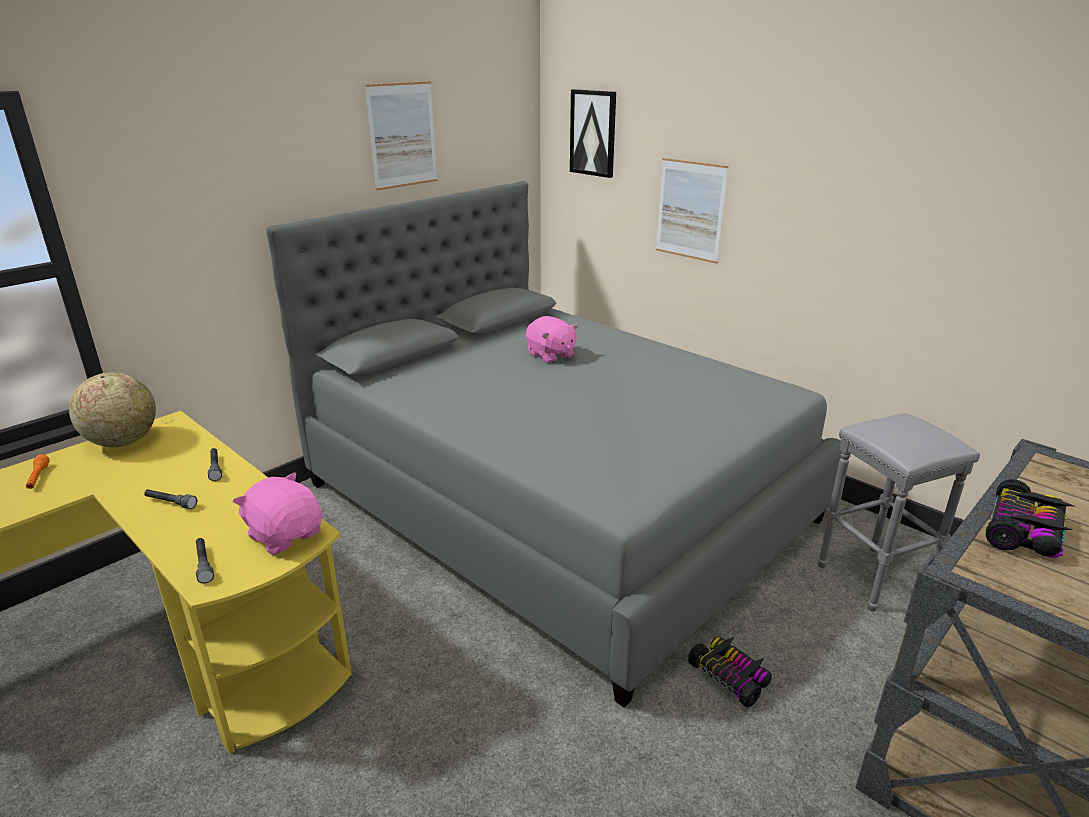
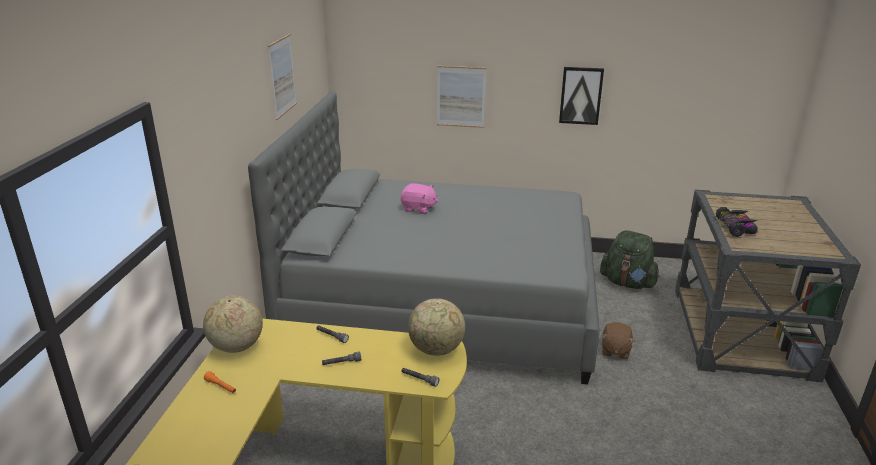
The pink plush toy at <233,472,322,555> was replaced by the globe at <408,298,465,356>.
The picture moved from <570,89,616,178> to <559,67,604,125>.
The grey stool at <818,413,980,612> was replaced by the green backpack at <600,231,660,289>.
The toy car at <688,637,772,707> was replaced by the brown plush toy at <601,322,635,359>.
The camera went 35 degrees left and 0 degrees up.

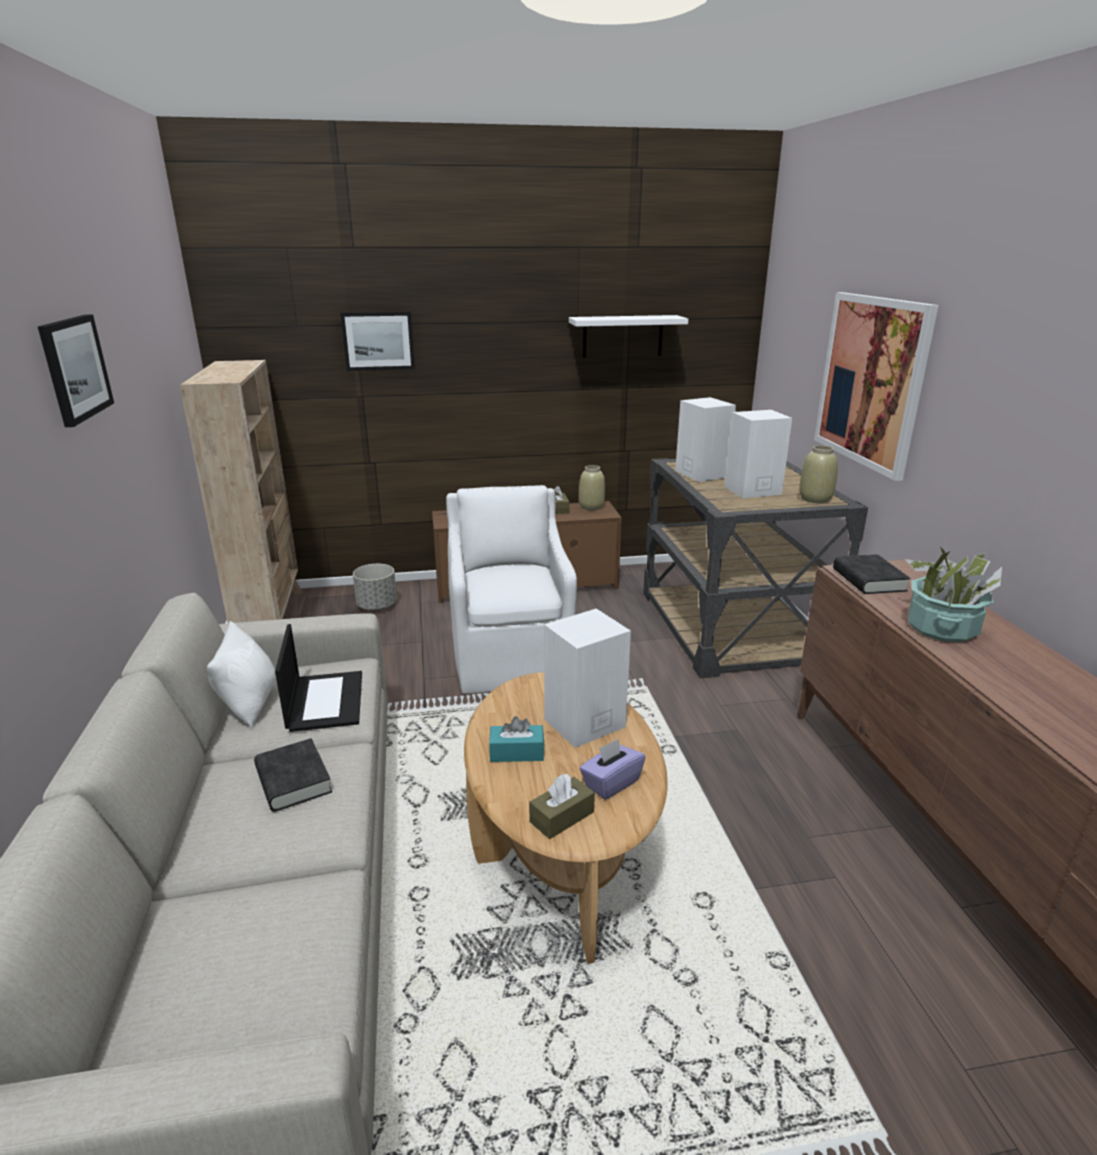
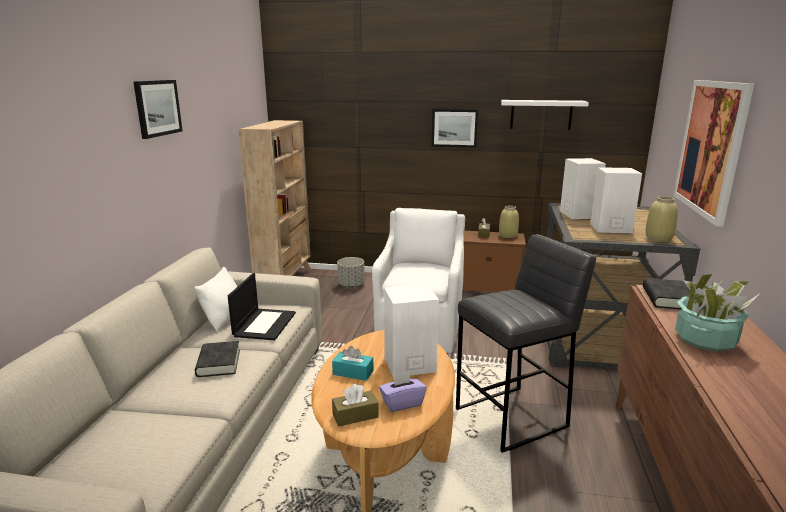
The picture moved from <340,311,415,371> to <432,109,478,148>.
The grey stool at <456,234,596,453> appeared.
The camera went 20 degrees right and 5 degrees down.

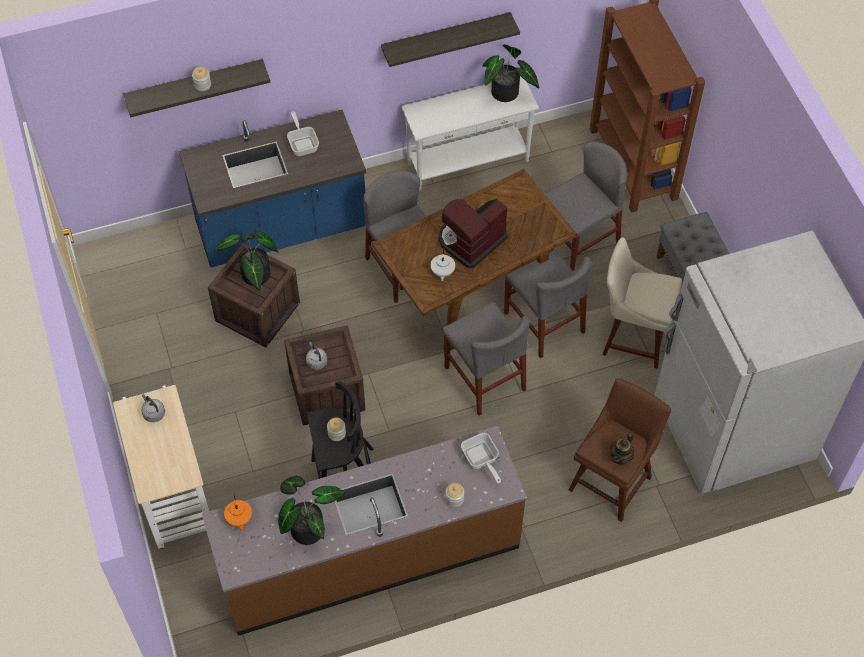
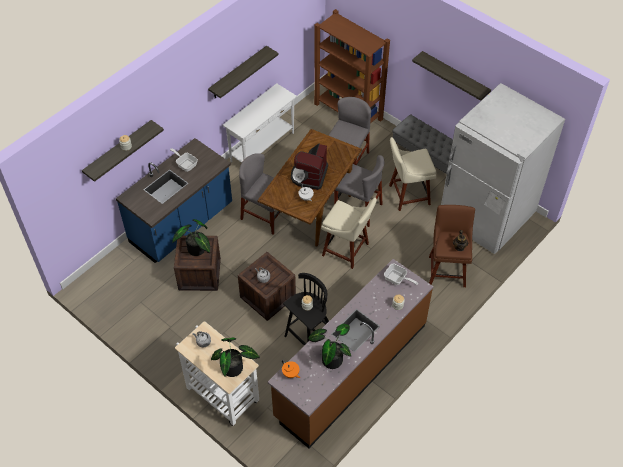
The potted plant moved from <482,44,539,102> to <211,337,260,377>.
The grey chair at <443,302,529,416> was replaced by the beige stool at <321,198,377,269>.
The shelf at <412,51,491,101> appeared.
The camera went 30 degrees left and 5 degrees down.

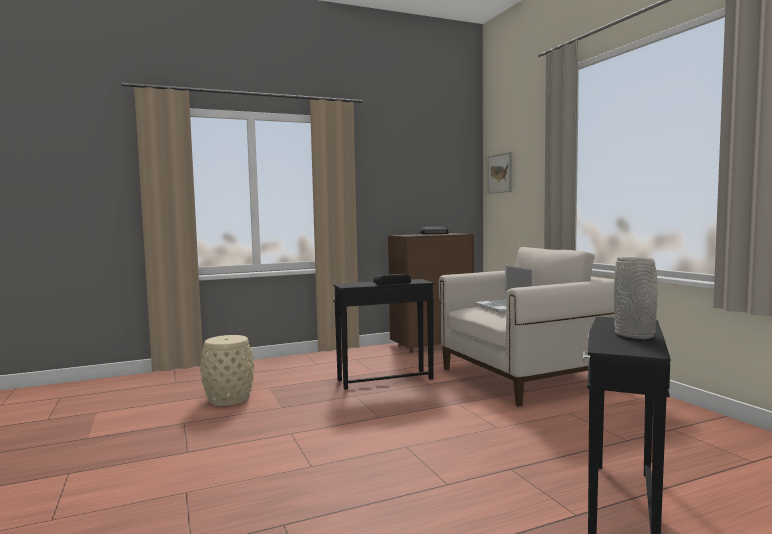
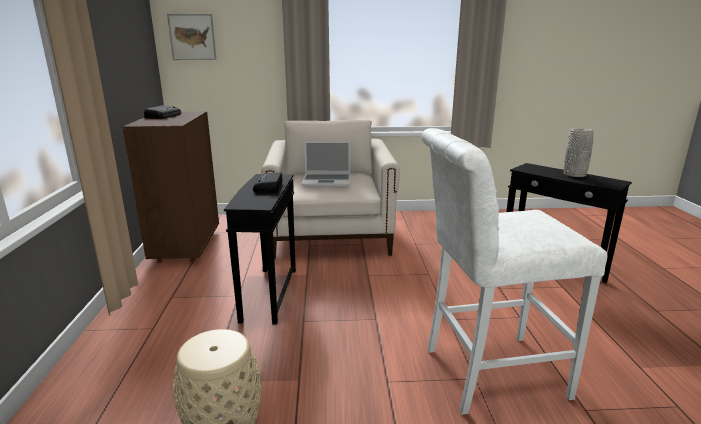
The white stool at <421,128,608,415> appeared.
The camera went 70 degrees left and 15 degrees up.

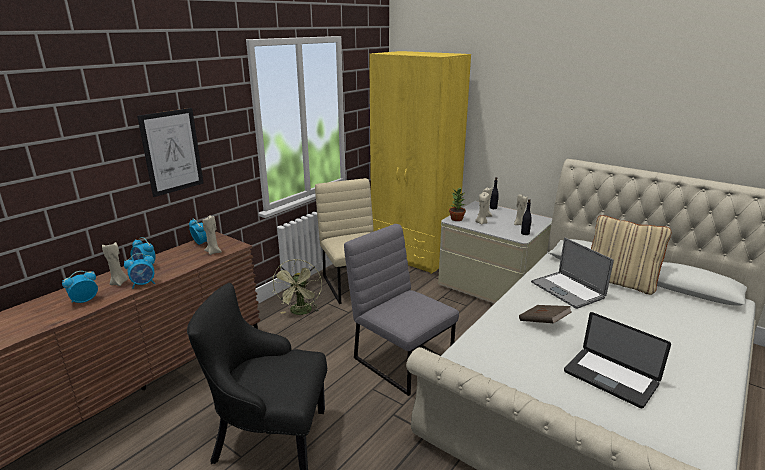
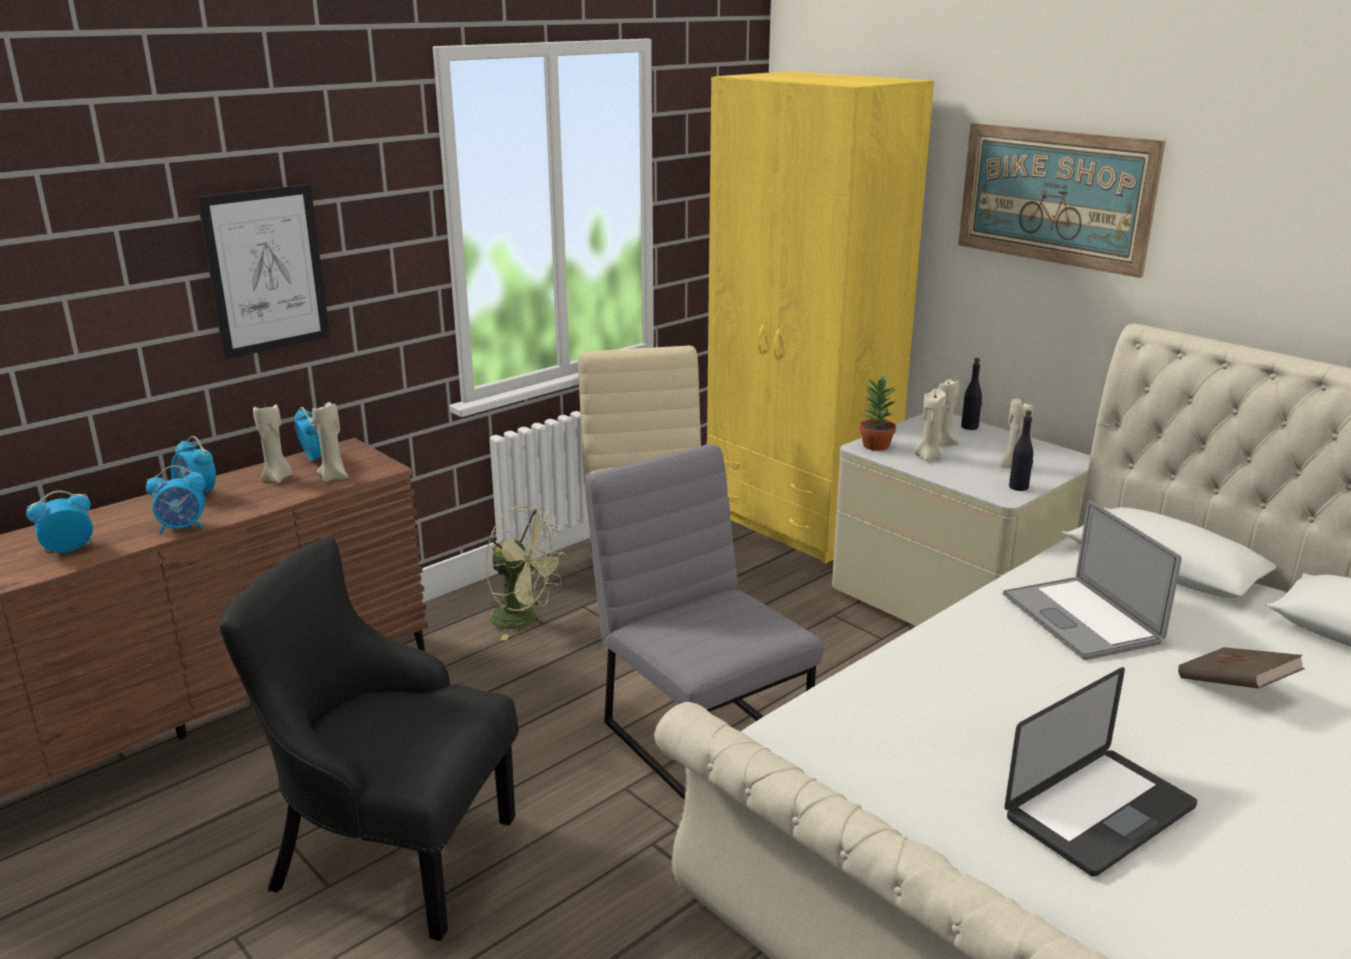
The beige candle moved from <102,242,128,286> to <253,404,292,483>.
The green fan at <272,259,322,315> turned 75 degrees counterclockwise.
The picture at <958,123,1166,278> appeared.
The laptop at <564,312,671,408> turned 90 degrees counterclockwise.
The brown book moved from <519,305,572,323> to <1178,647,1305,689>.
The beige pillow at <591,215,671,295> disappeared.
The camera went 10 degrees right and 0 degrees up.

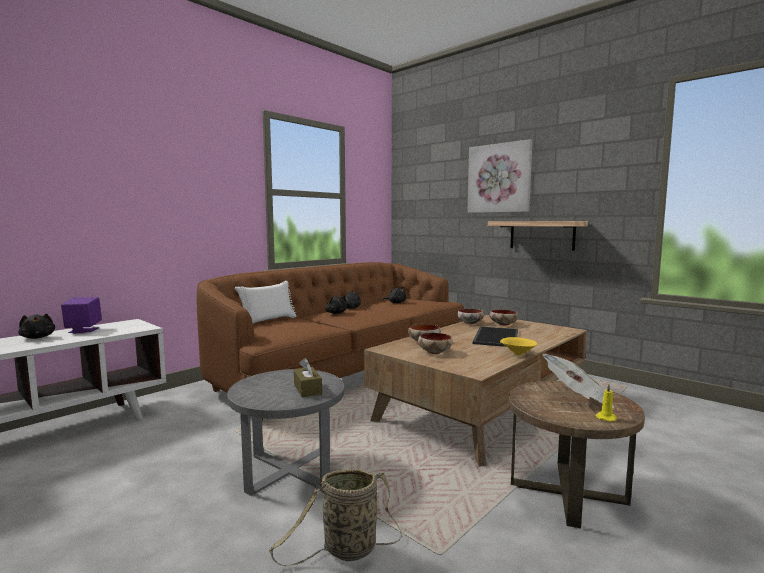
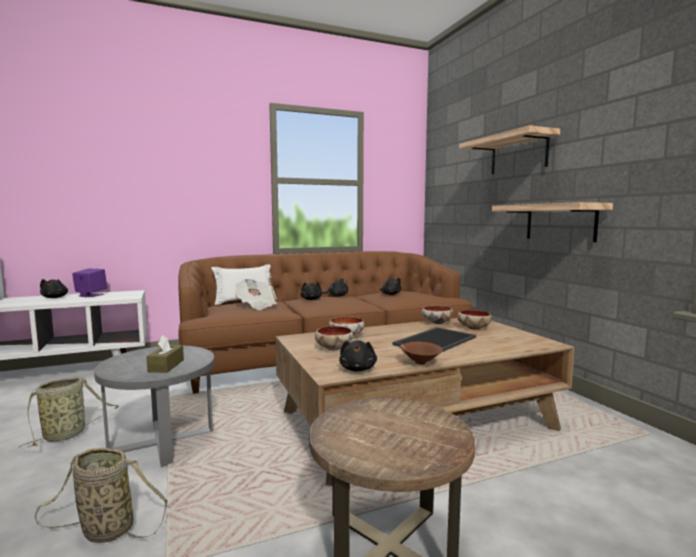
The basket at <19,377,119,448> appeared.
The newspaper moved from <542,354,614,408> to <235,279,277,310>.
The black plush toy at <339,340,377,371> appeared.
The yellow bowl at <500,337,537,355> became the brown bowl at <399,342,443,365>.
The picture at <467,139,532,213> was replaced by the shelf at <459,125,560,174>.
The yellow candle at <596,384,617,422> disappeared.
The camera went 25 degrees right and 0 degrees up.

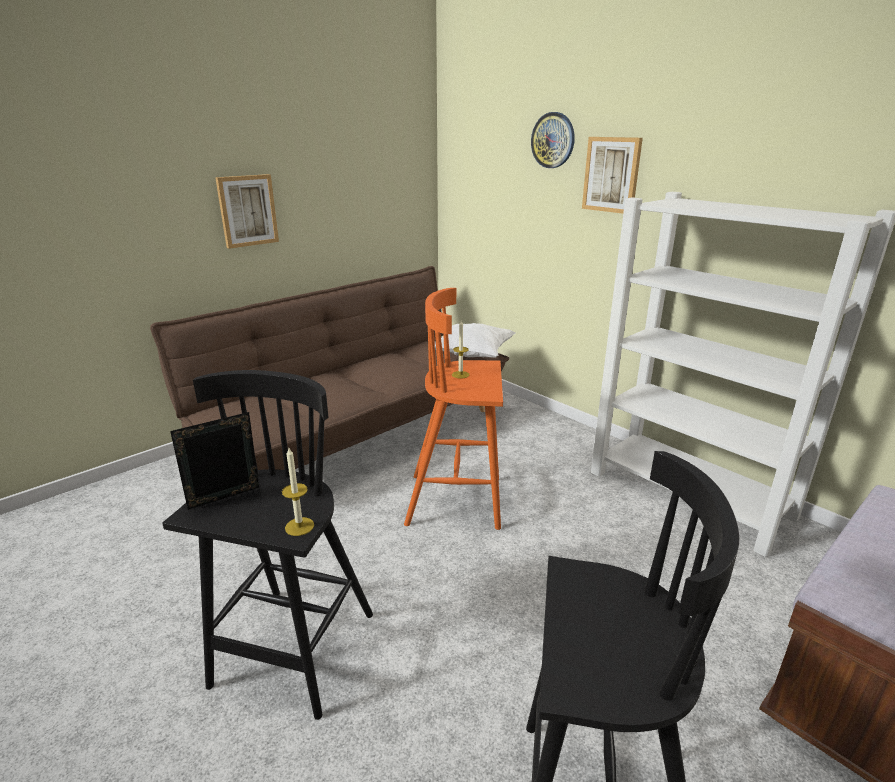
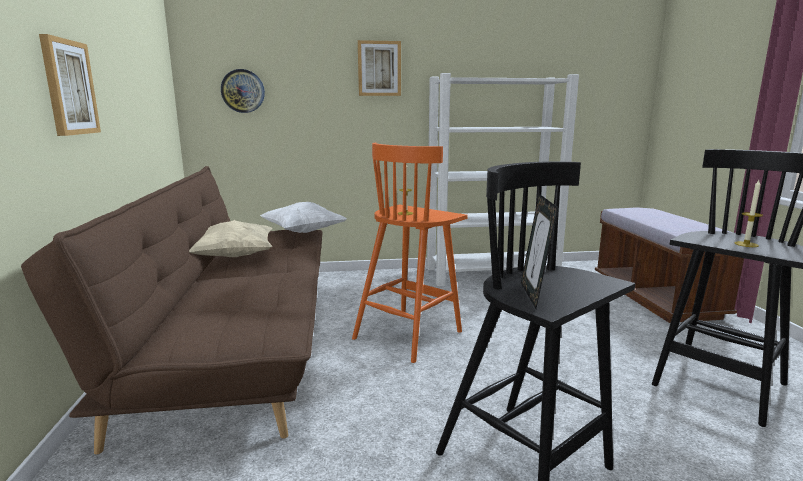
The beige pillow at <189,220,273,257> appeared.
The wall clock moved from <531,112,575,168> to <221,69,265,113>.
The candle moved from <282,448,314,536> to <734,180,763,247>.
The camera went 55 degrees left and 10 degrees down.

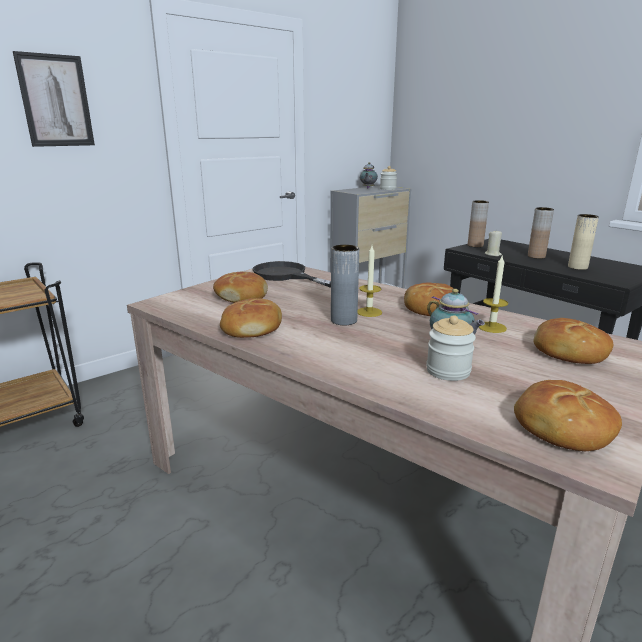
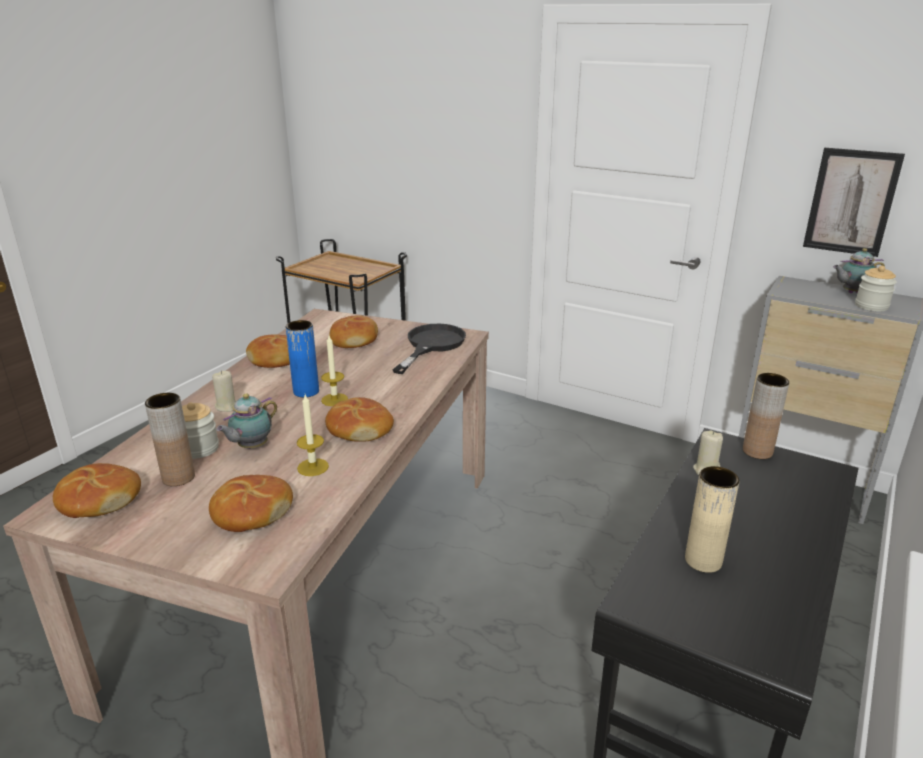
The brown vase moved from <528,207,554,259> to <145,393,195,486>.
The beige candle at <212,371,236,412> appeared.
The grey vase at <331,245,359,325> became the blue vase at <286,320,319,397>.
The picture moved from <13,51,95,147> to <803,148,905,257>.
The camera went 70 degrees right and 5 degrees up.

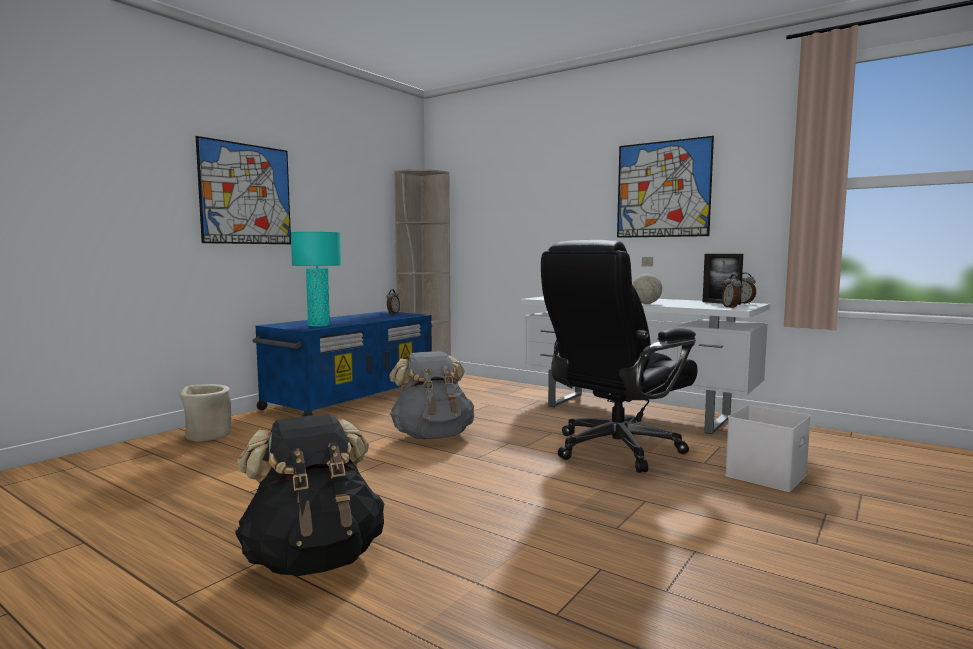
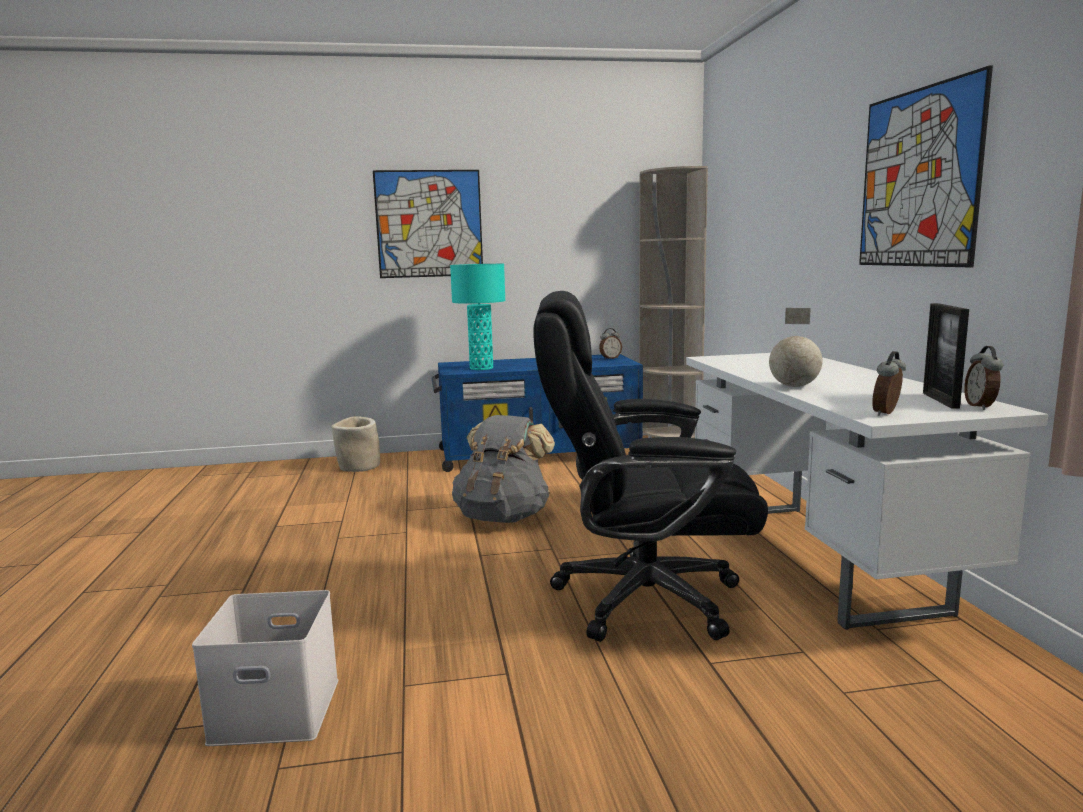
The white storage box moved from <725,405,811,492> to <192,590,338,746>.
The black backpack at <235,414,385,576> disappeared.
The camera went 45 degrees right and 5 degrees up.

